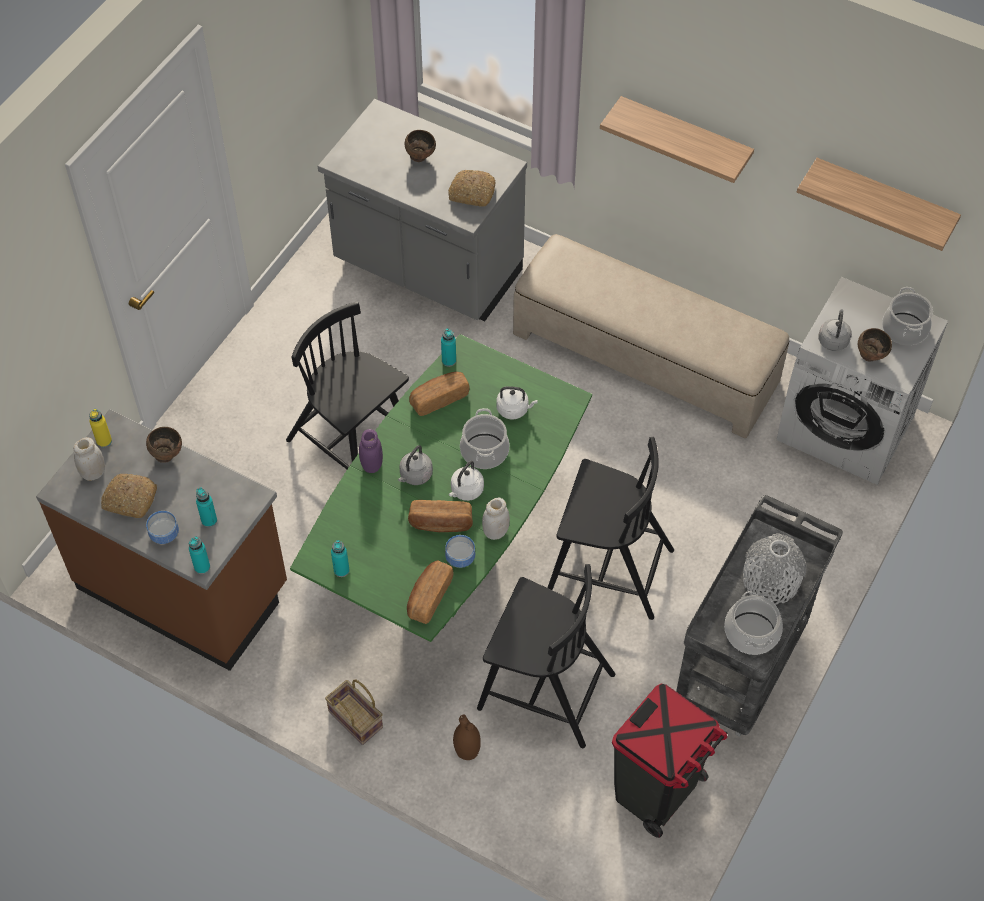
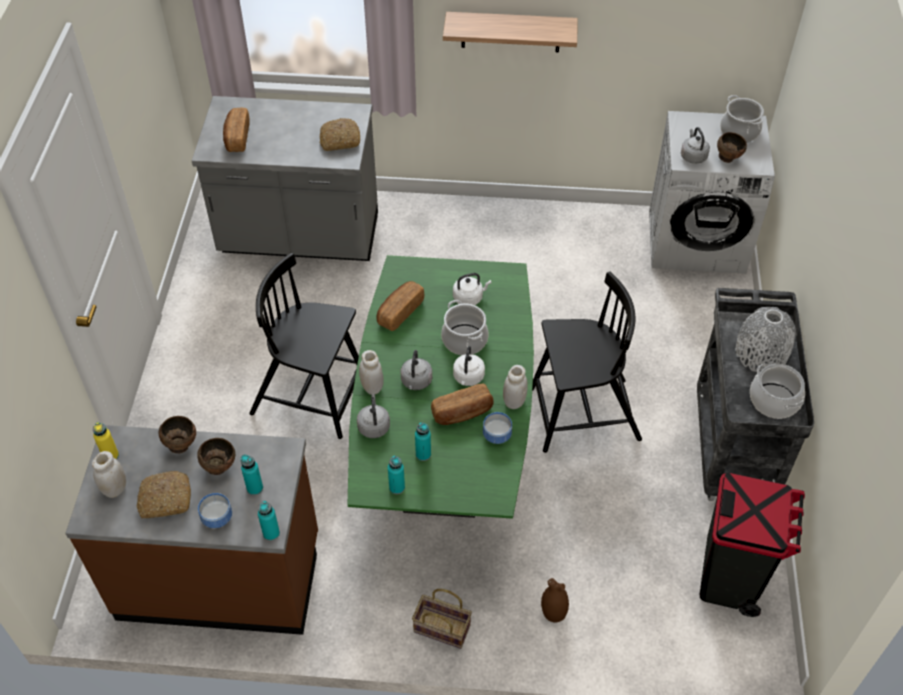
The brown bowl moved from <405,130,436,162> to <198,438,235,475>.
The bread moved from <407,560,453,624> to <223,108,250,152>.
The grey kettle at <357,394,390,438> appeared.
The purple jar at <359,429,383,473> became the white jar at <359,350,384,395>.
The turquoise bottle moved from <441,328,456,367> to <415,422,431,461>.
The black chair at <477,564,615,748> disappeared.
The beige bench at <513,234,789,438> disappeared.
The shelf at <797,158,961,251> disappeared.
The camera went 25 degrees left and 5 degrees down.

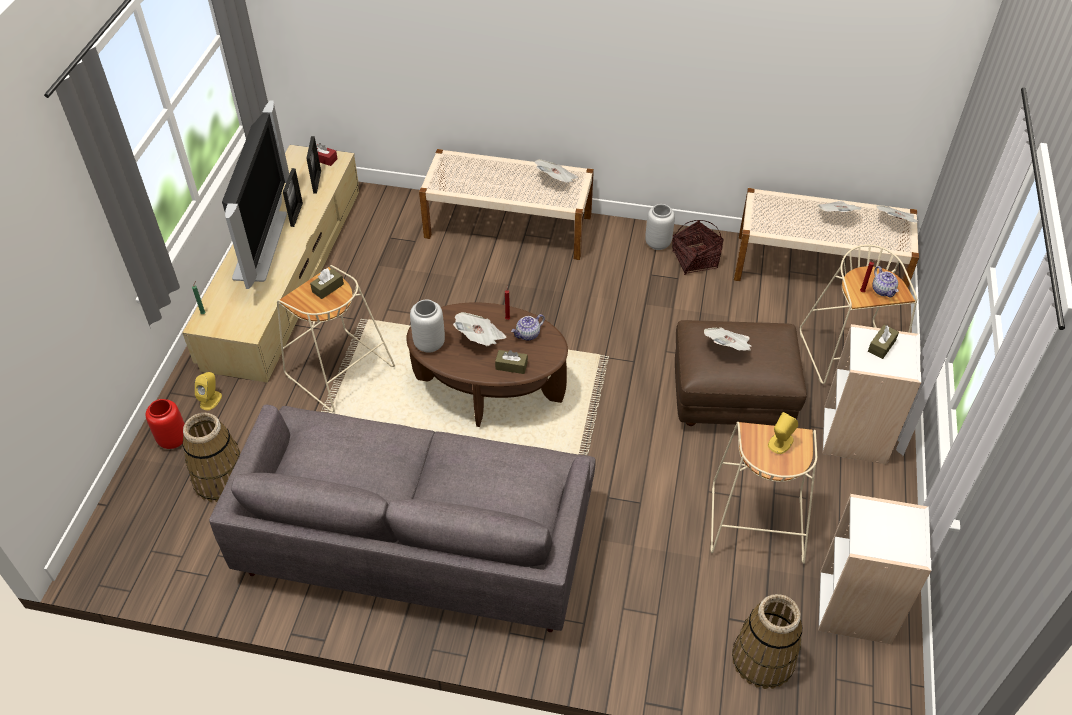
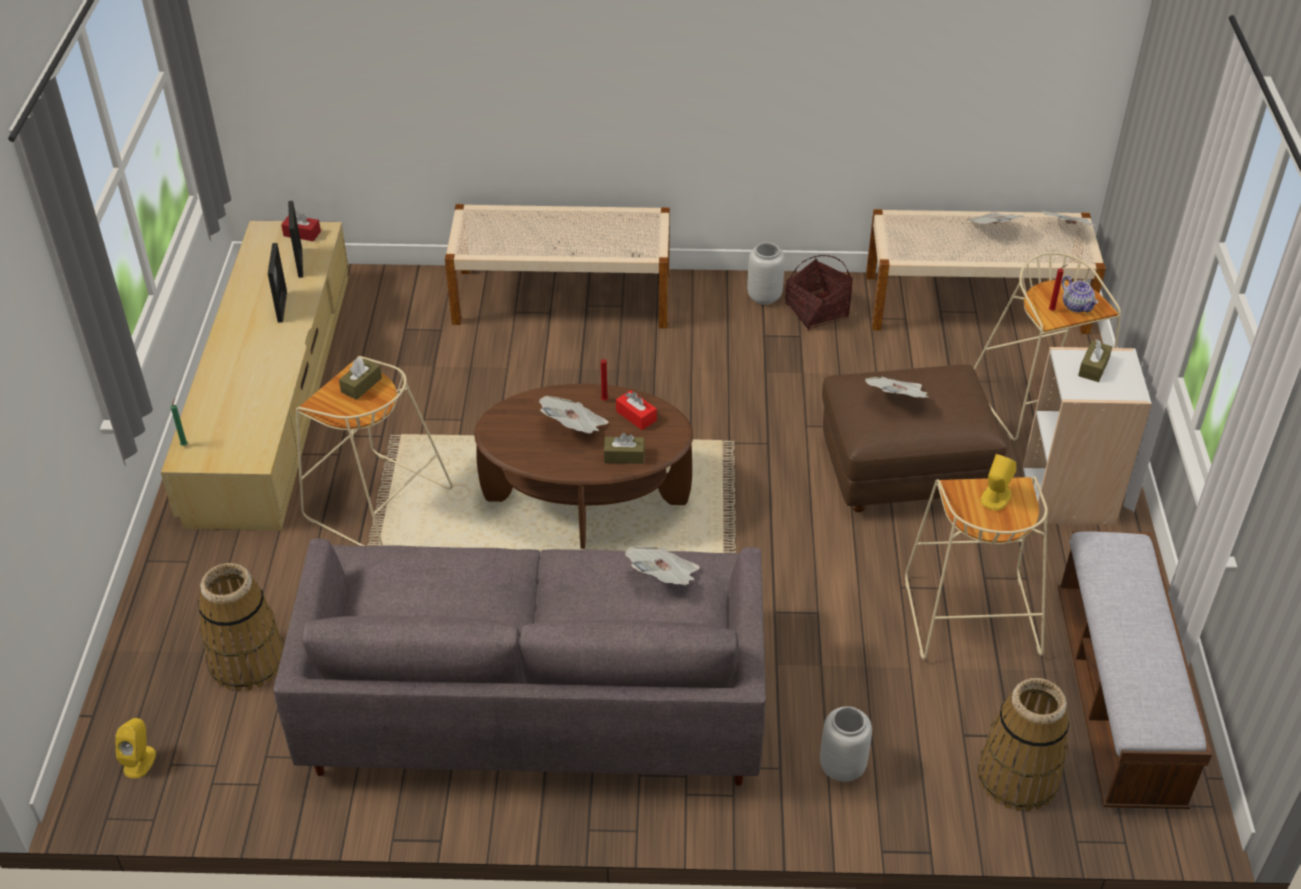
The yellow speaker moved from <195,372,222,410> to <115,718,156,778>.
The teapot at <511,314,545,341> was replaced by the red tissue box at <616,390,657,430>.
The newspaper moved from <535,159,579,183> to <625,546,700,585>.
The grey vase moved from <410,299,445,353> to <820,706,872,782>.
The bookcase at <818,494,931,644> was replaced by the bench at <1058,531,1212,809>.
The red vase at <146,399,185,449> disappeared.
The television at <222,100,289,289> disappeared.
The camera went 10 degrees left and 5 degrees down.

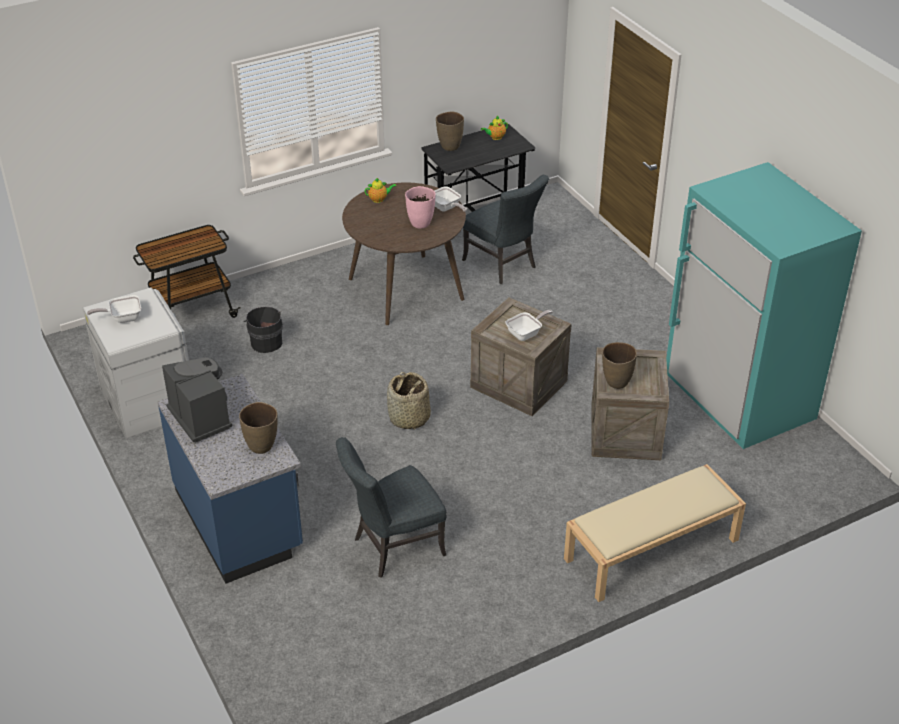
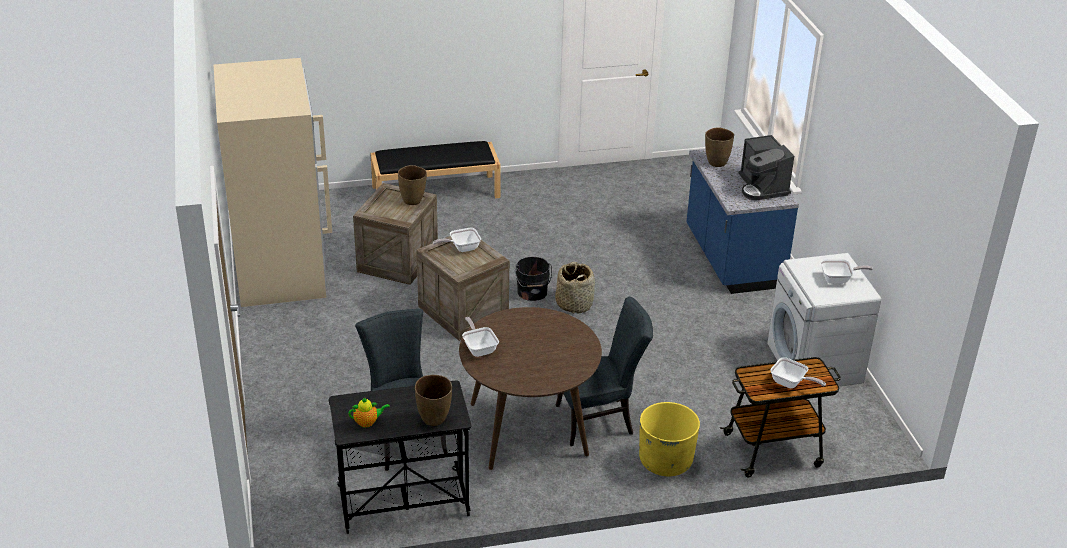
The turquoise fridge at <666,162,862,449> became the beige fridge at <214,58,332,307>.
The beige bench at <564,464,746,602> became the black bench at <370,141,501,198>.
The black bucket moved from <244,307,283,353> to <515,257,552,301>.
The grey chair moved from <336,437,447,578> to <556,297,653,446>.
The yellow planter at <639,402,700,476> appeared.
The frying pan at <770,357,826,388> appeared.
The teapot at <364,177,396,203> disappeared.
The pink vase at <405,186,436,228> disappeared.
The camera went 165 degrees left and 5 degrees down.

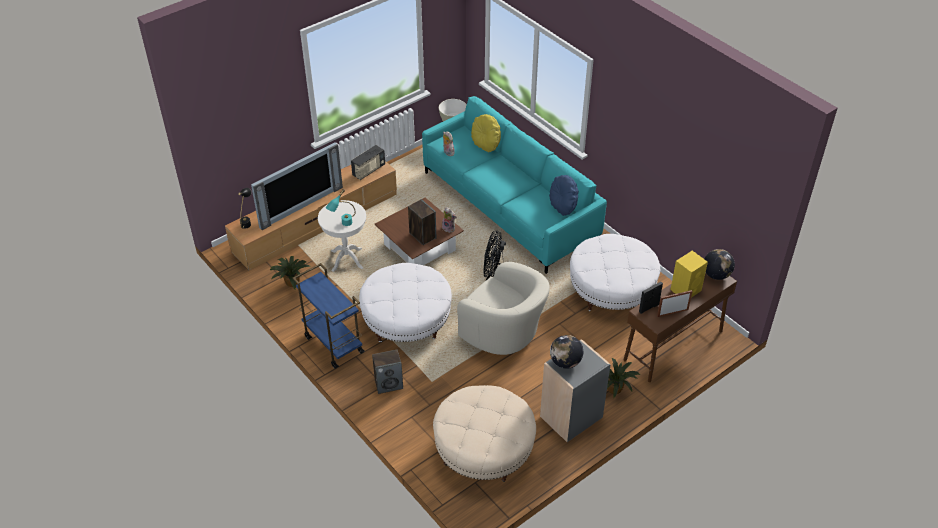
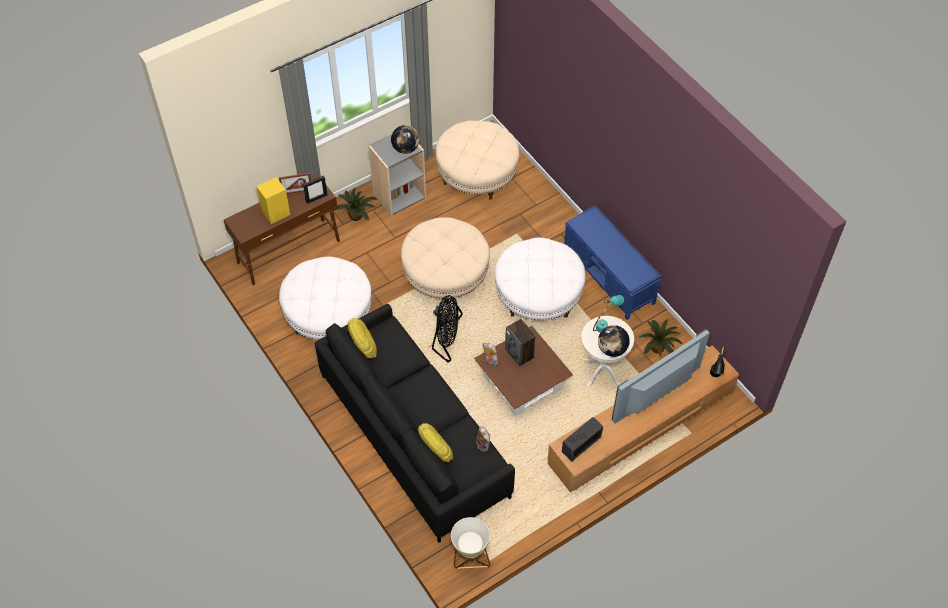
The turquoise sofa at <422,96,607,274> became the black sofa at <315,304,515,543>.
The blue pillow at <549,175,579,216> became the yellow pillow at <348,318,377,358>.
The beige armchair at <457,262,550,355> was replaced by the beige ottoman at <401,217,490,303>.
The blue cart at <292,263,365,369> was replaced by the blue bench at <564,206,662,320>.
The globe moved from <704,249,735,280> to <598,325,630,357>.
The speaker at <372,350,403,394> disappeared.
The camera went 175 degrees left and 10 degrees up.

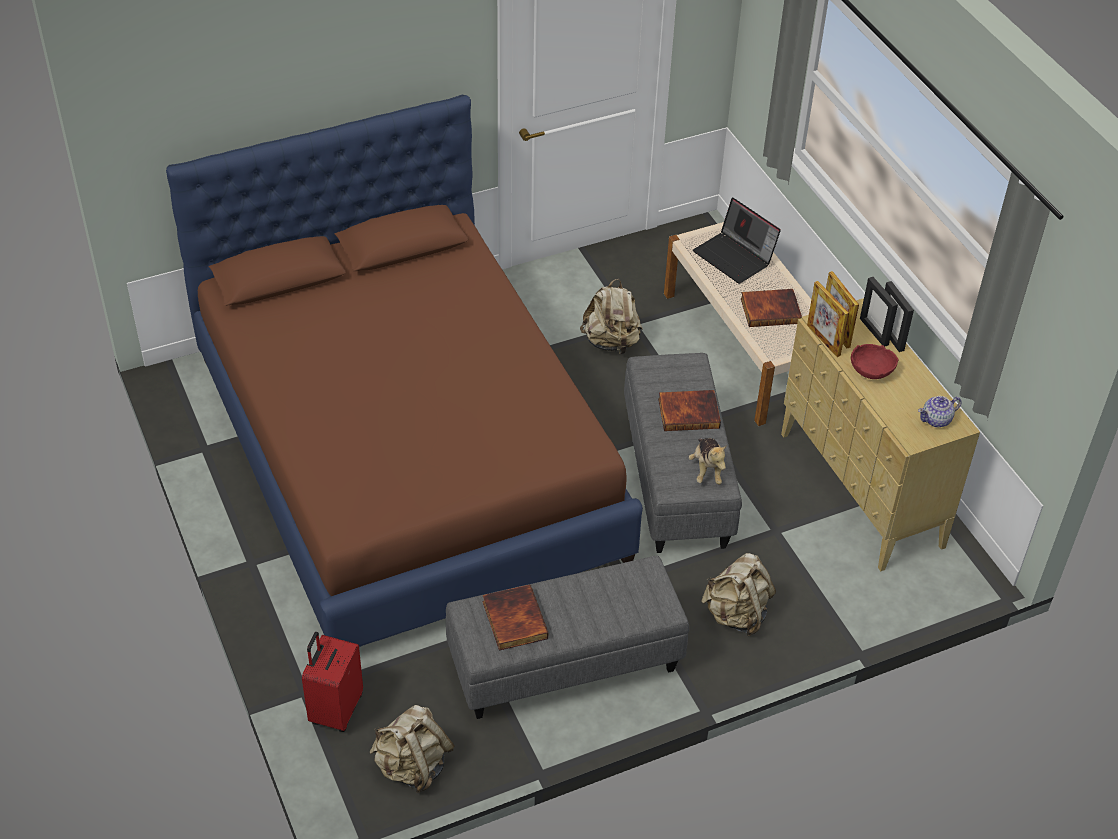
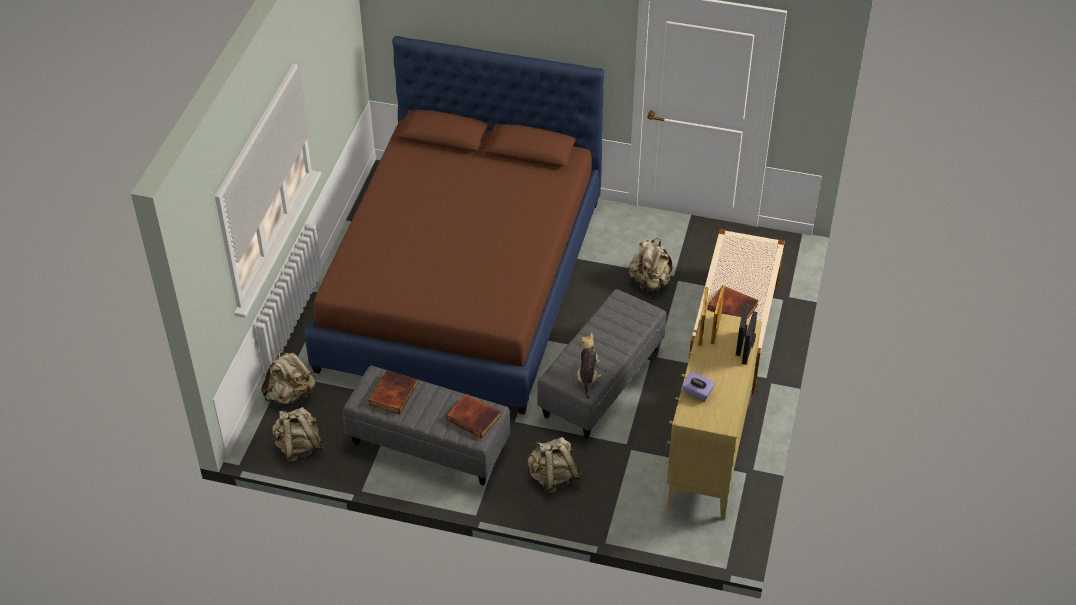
The red suitcase at <302,632,363,732> was replaced by the beige backpack at <261,349,315,405>.
The book moved from <658,390,721,431> to <446,394,501,438>.
The plush toy at <689,438,727,485> turned 150 degrees clockwise.
The purple tissue box at <682,372,715,401> appeared.
The laptop at <693,198,781,284> disappeared.
The red bowl at <851,344,899,379> disappeared.
The teapot at <918,396,962,427> disappeared.
The camera went 40 degrees right and 0 degrees up.

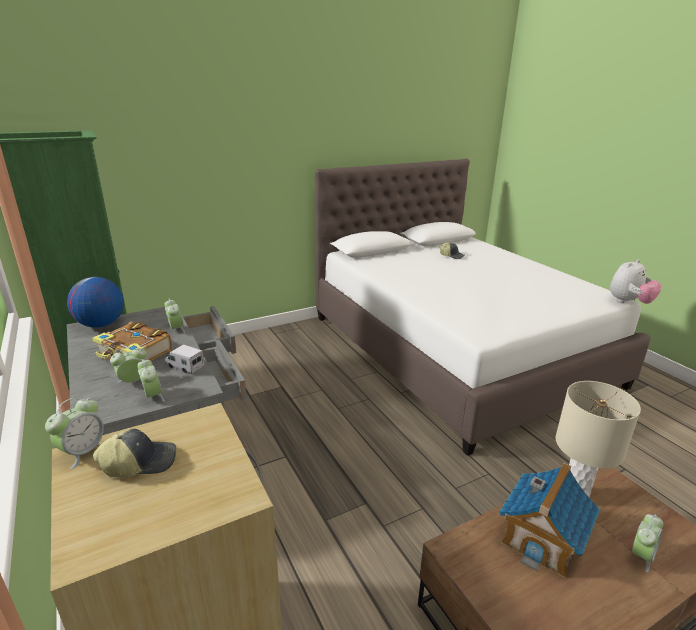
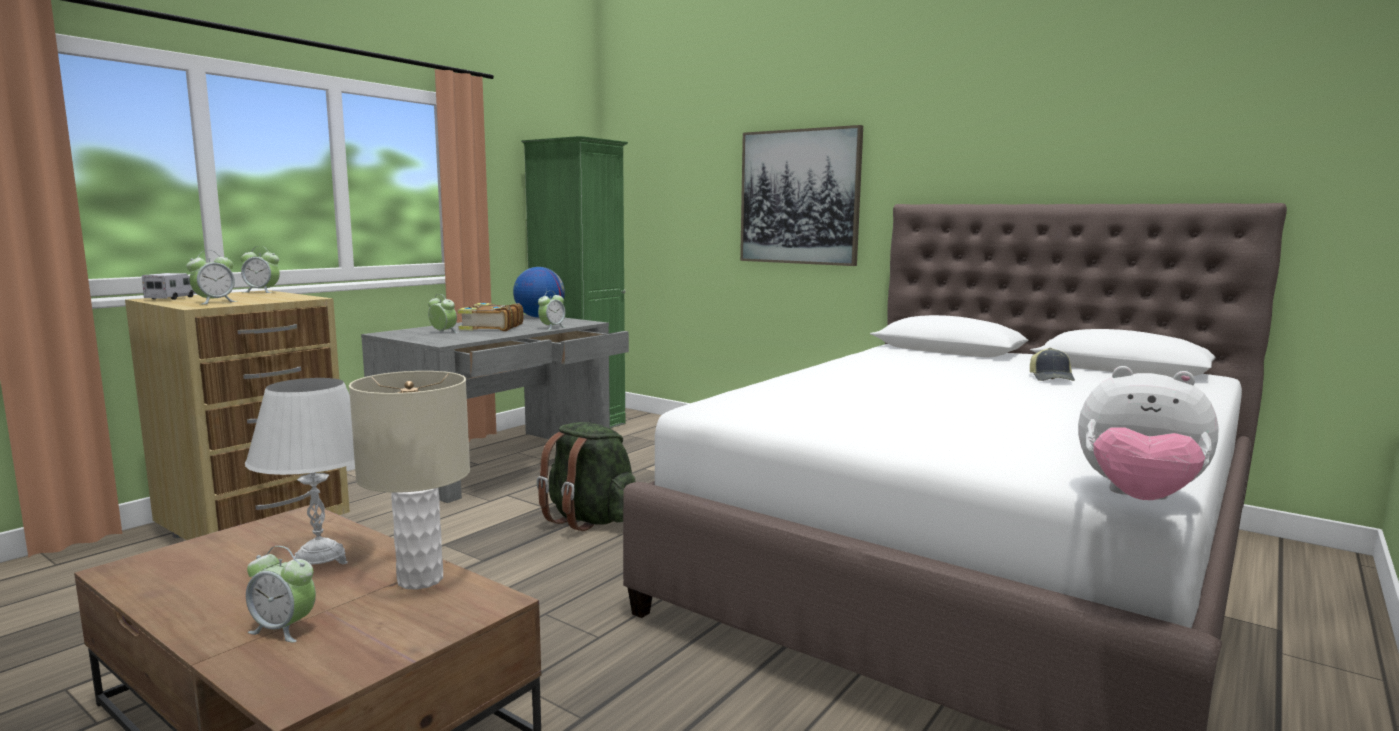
The toy truck moved from <165,344,204,374> to <142,273,197,300>.
The alarm clock moved from <137,359,165,402> to <186,251,238,305>.
The toy house at <499,463,600,578> was replaced by the white table lamp at <245,378,355,565>.
The green backpack at <536,422,636,531> appeared.
The picture at <740,125,863,266> appeared.
The cap at <93,428,176,478> disappeared.
The camera went 65 degrees right and 15 degrees down.

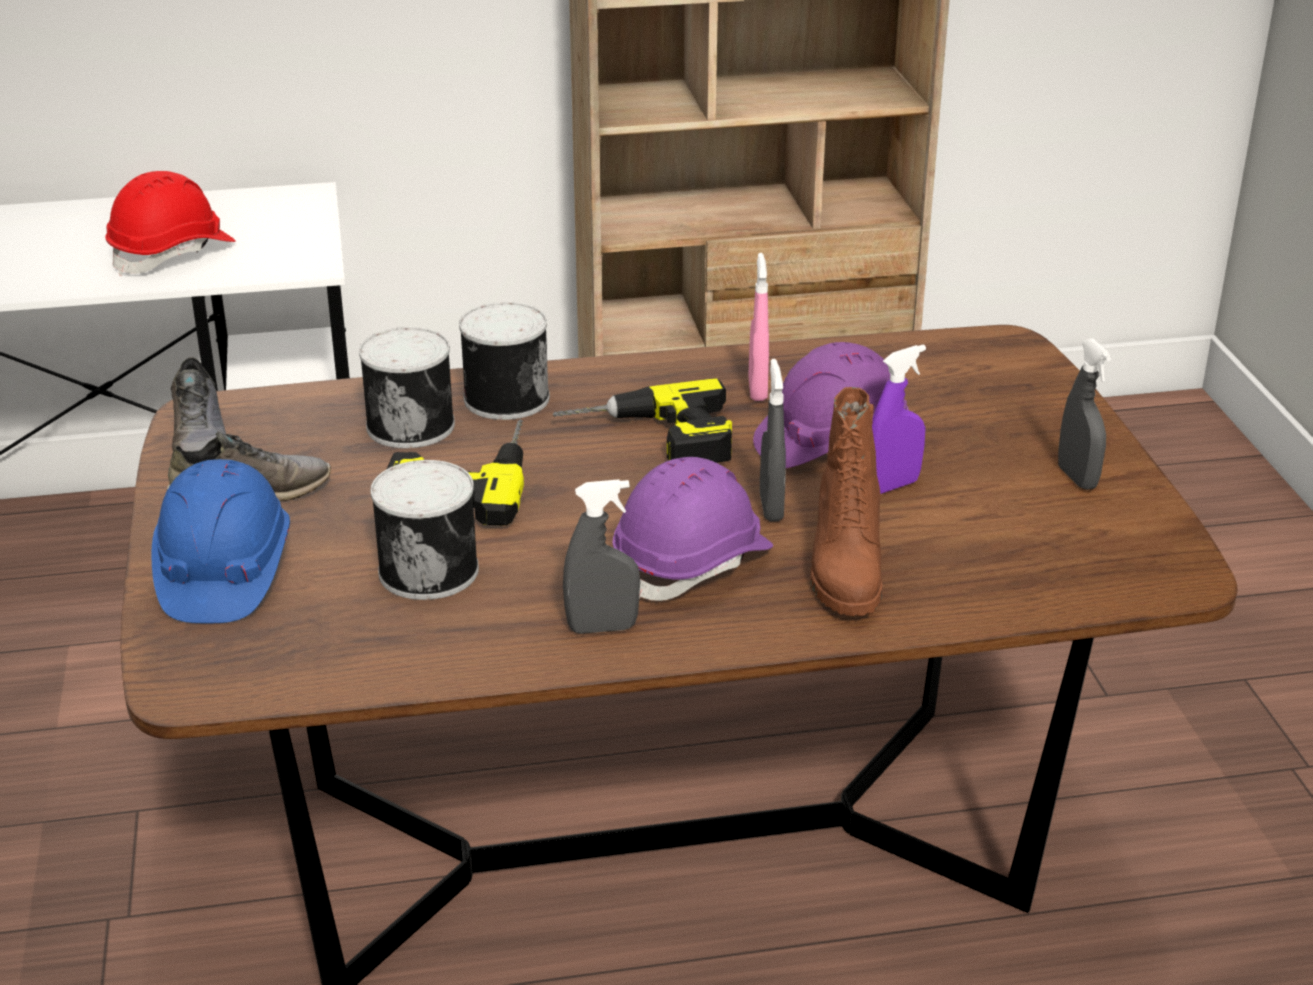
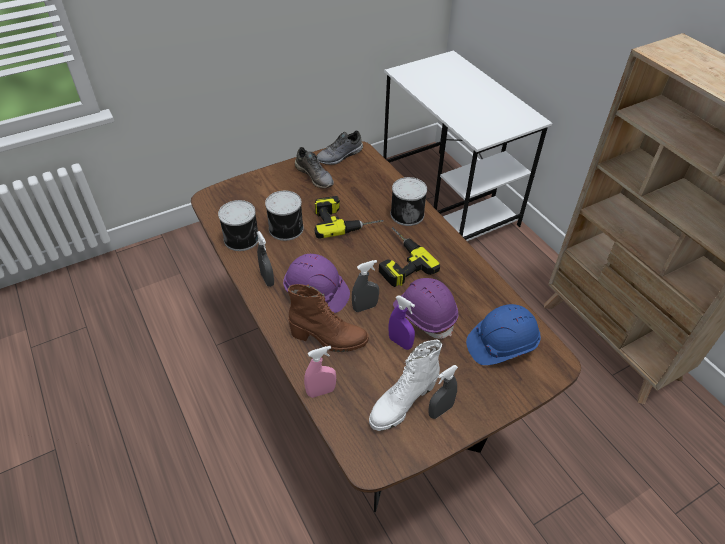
The can moved from <359,327,455,448> to <218,200,258,251>.
The brown boot at <810,387,883,616> turned 150 degrees counterclockwise.
The pink spray bottle moved from <749,253,769,401> to <304,346,336,398>.
The white boot at <369,340,442,431> appeared.
The blue hard hat moved from <152,459,290,623> to <466,304,541,365>.
The red hard hat at <105,171,236,276> disappeared.
The camera went 70 degrees right and 15 degrees up.

